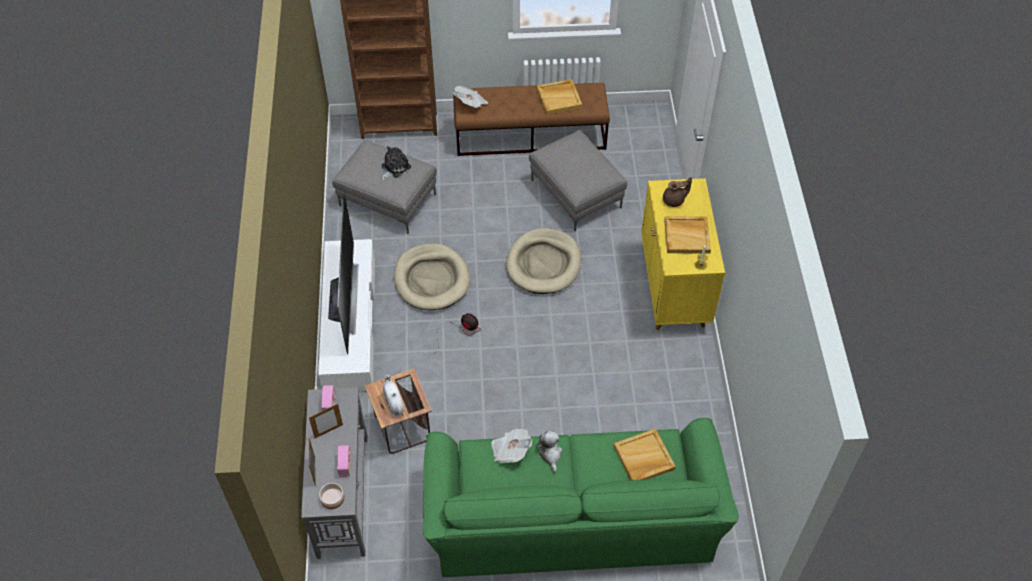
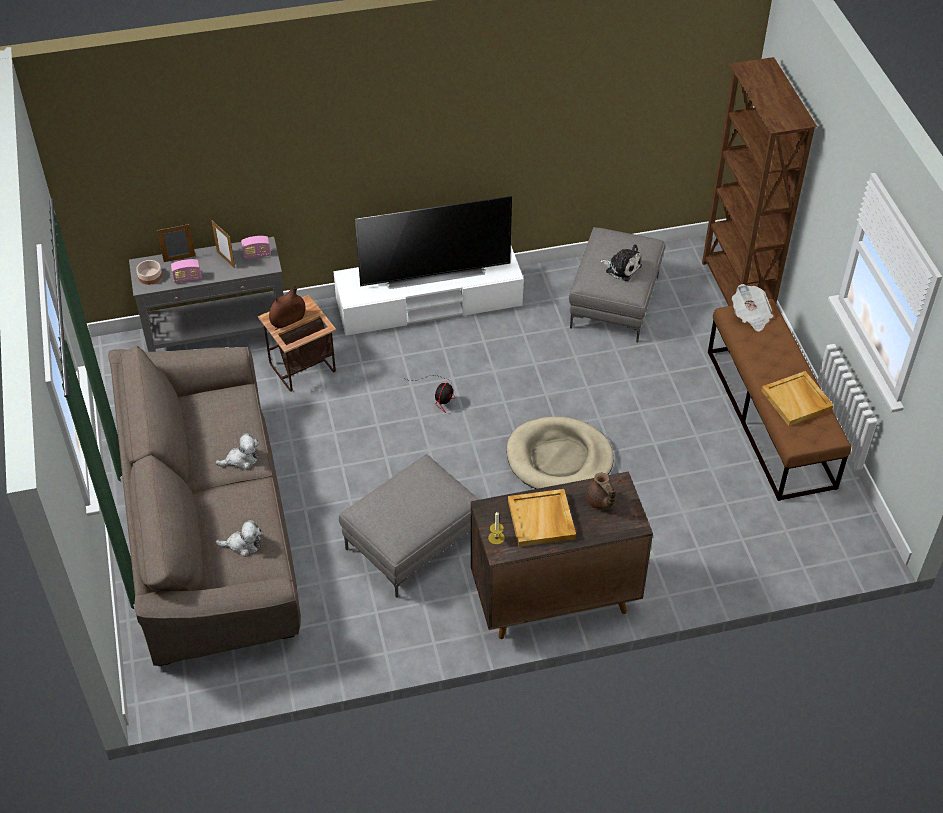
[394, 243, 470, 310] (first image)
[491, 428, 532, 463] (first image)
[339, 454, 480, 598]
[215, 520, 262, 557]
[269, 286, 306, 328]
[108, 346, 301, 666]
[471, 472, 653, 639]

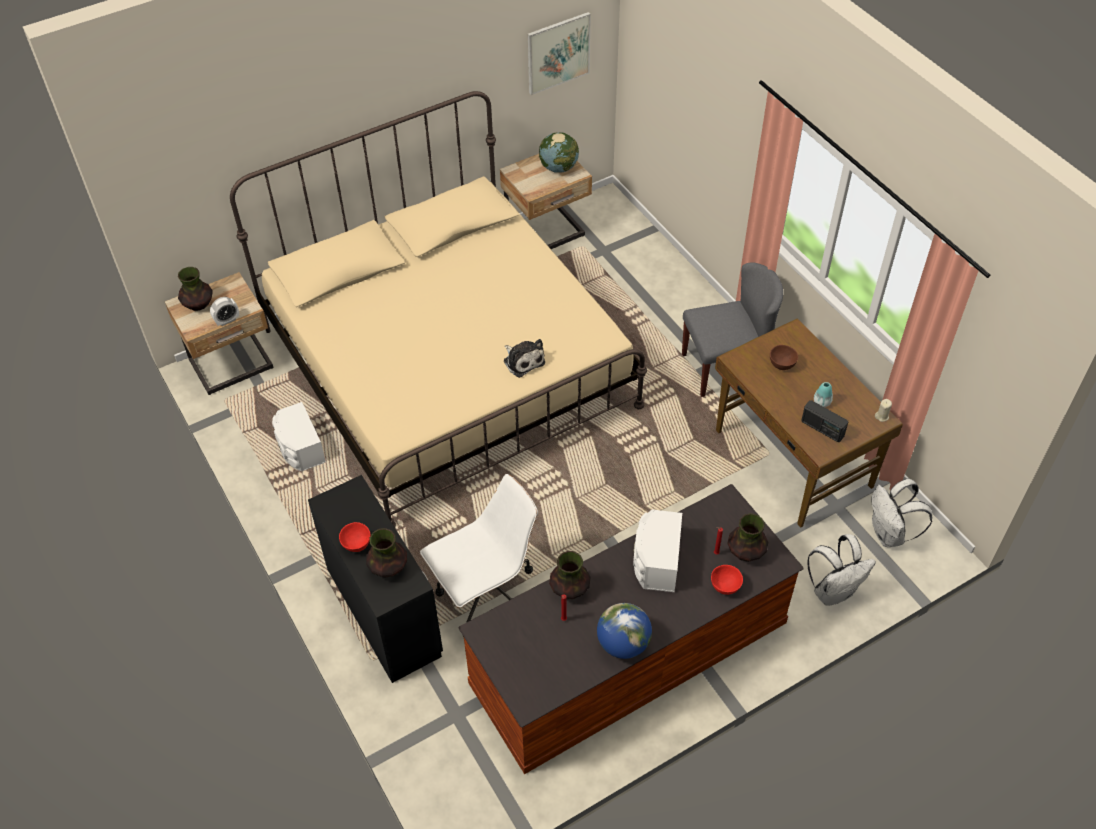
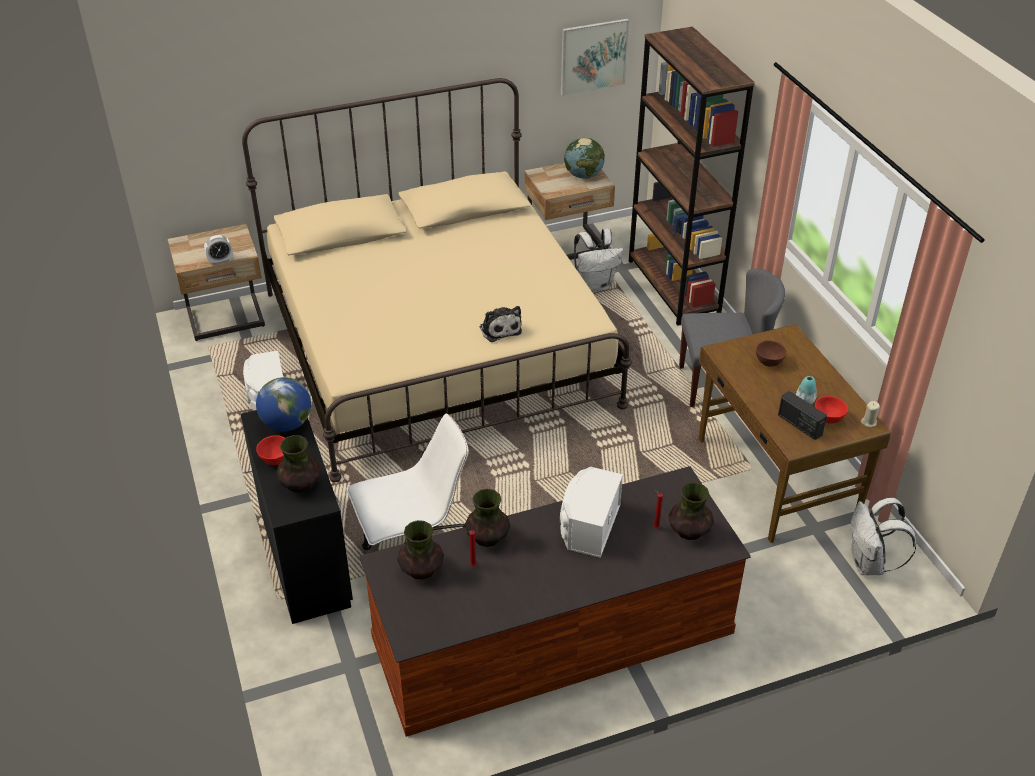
[629, 26, 755, 326]
[397, 520, 444, 580]
[256, 377, 311, 431]
[815, 396, 848, 424]
[574, 229, 624, 292]

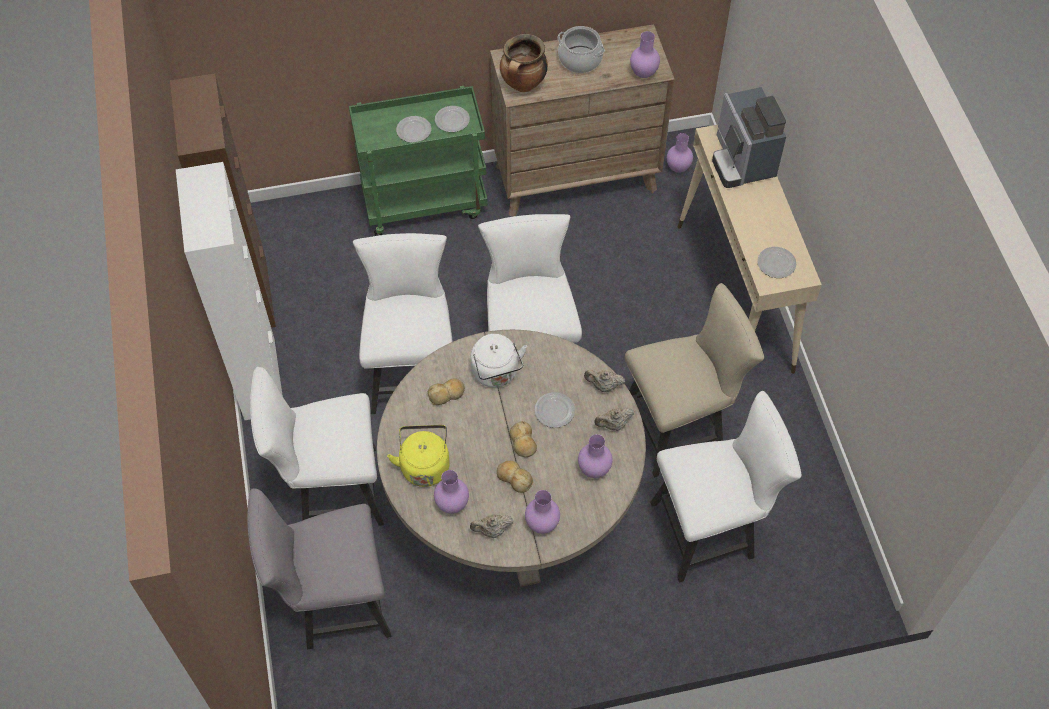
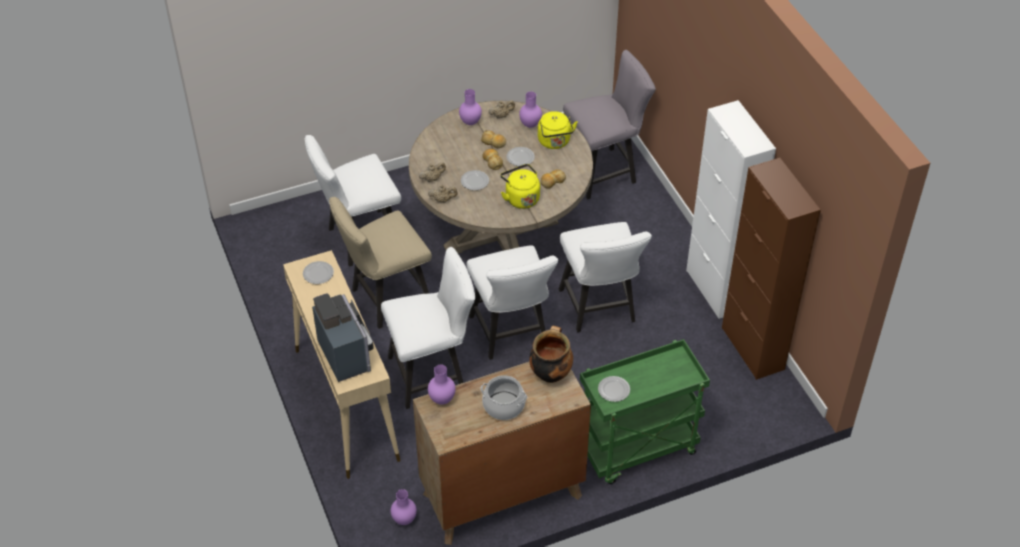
[578, 434, 613, 478] (first image)
[381, 247, 475, 409]
[507, 147, 535, 166]
[500, 164, 540, 209]

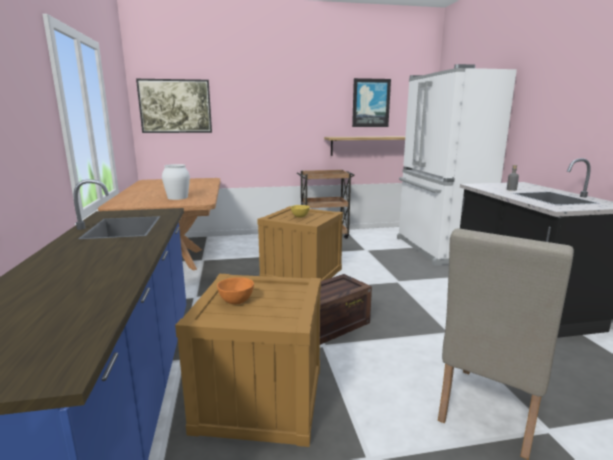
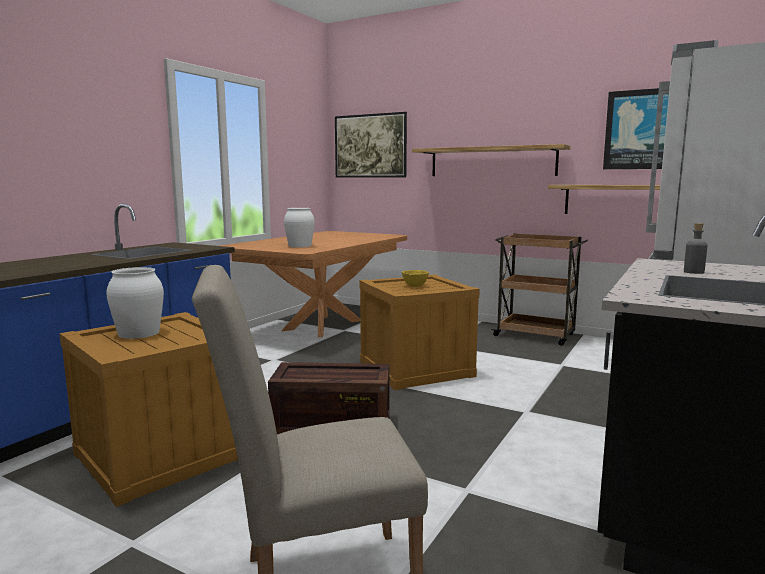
[412, 144, 571, 176]
[106, 267, 164, 339]

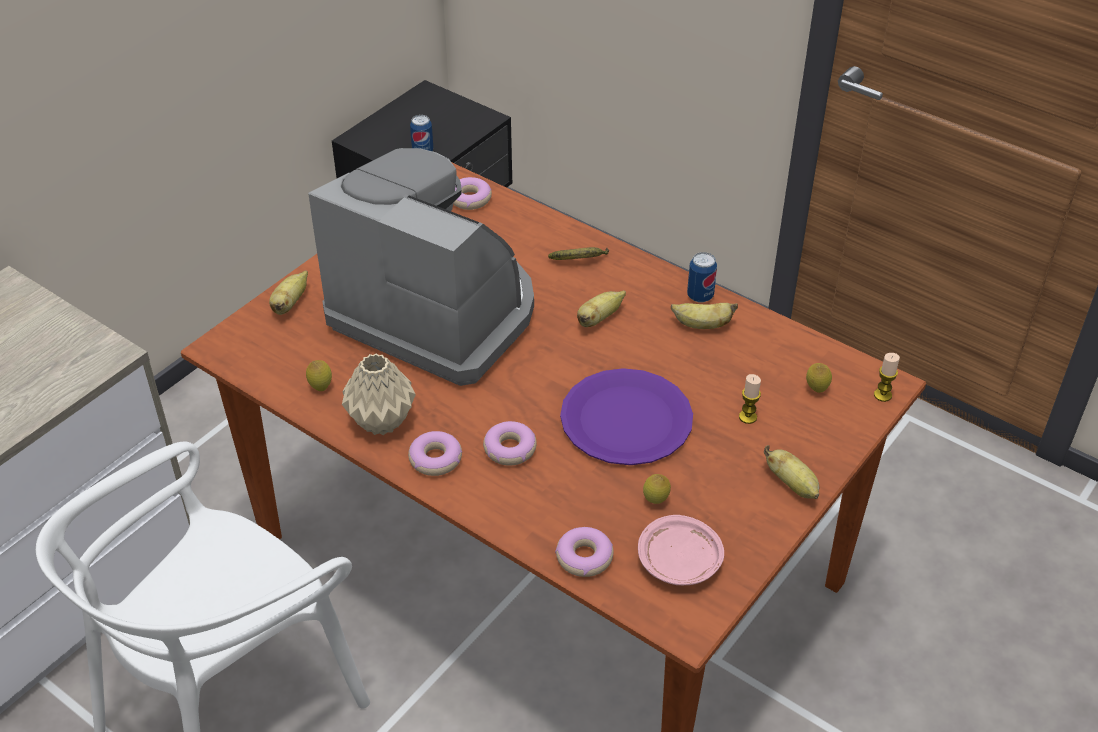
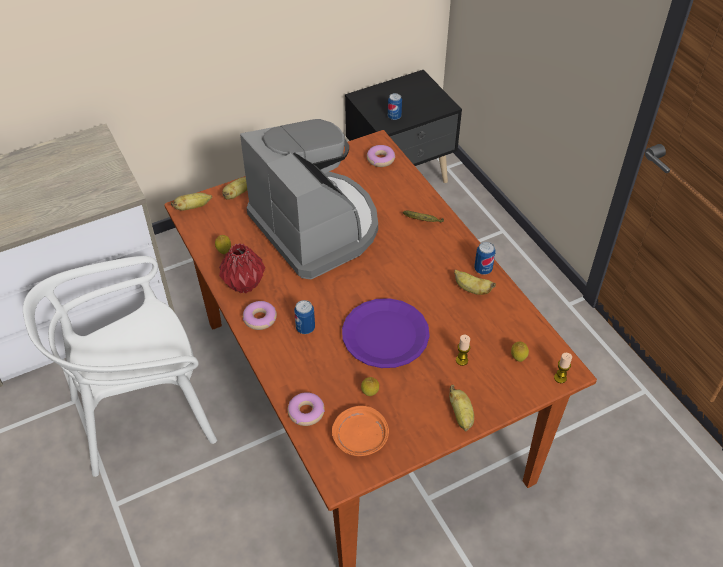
[171, 193, 212, 211]
[294, 300, 315, 334]
[219, 243, 265, 293]
[332, 406, 389, 456]

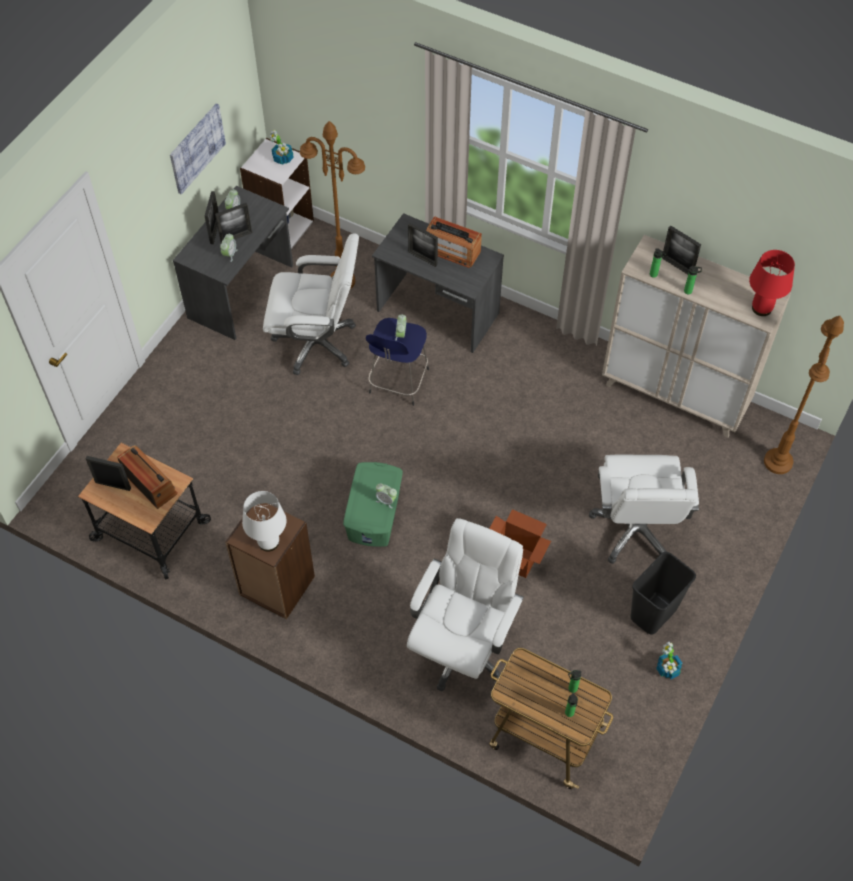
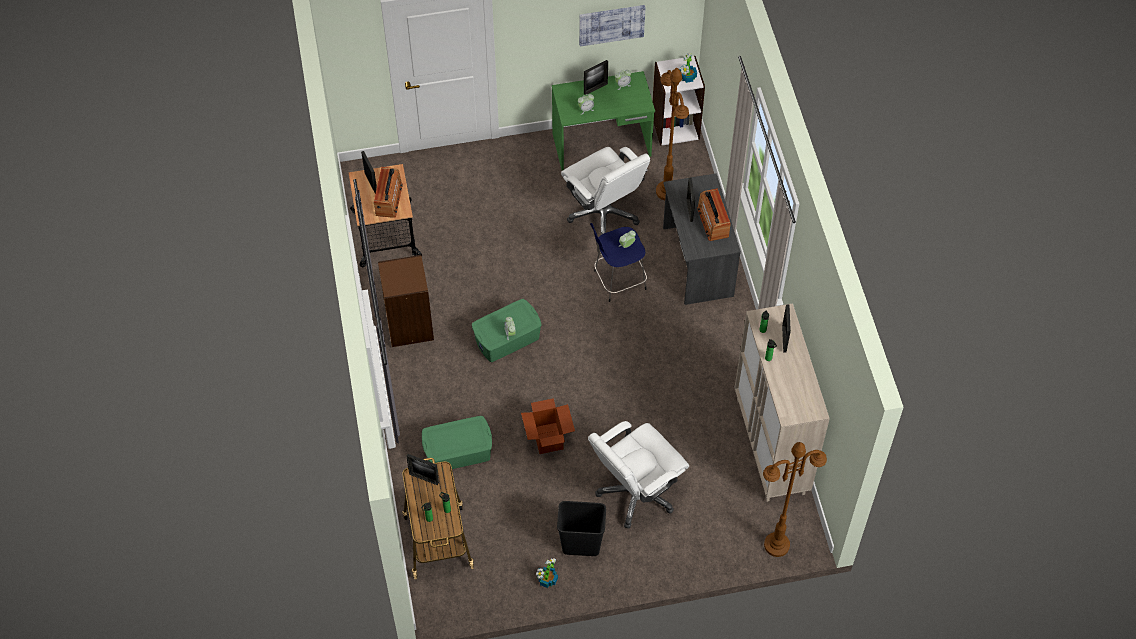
[242, 491, 287, 552] (first image)
[749, 250, 795, 316] (first image)
[406, 454, 439, 485]
[422, 416, 492, 472]
[552, 71, 655, 170]

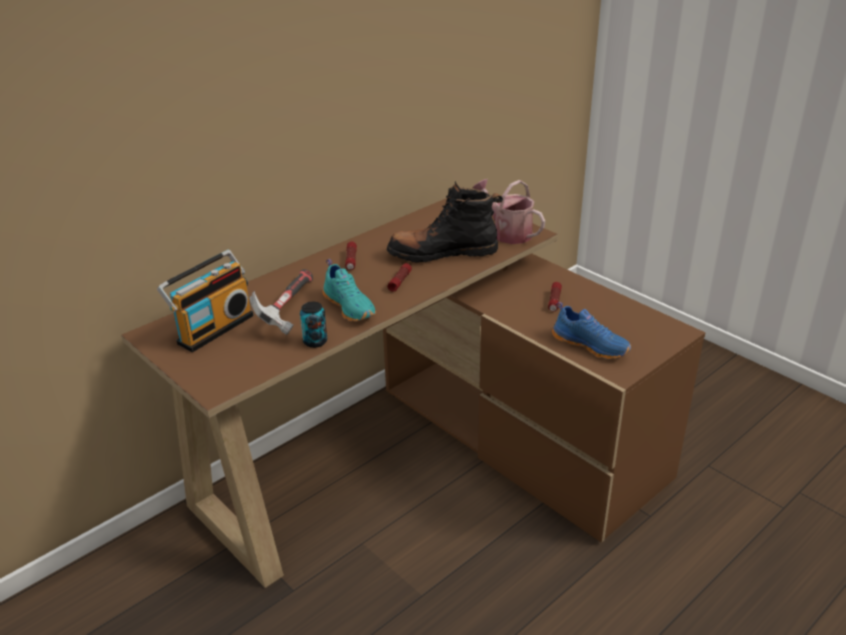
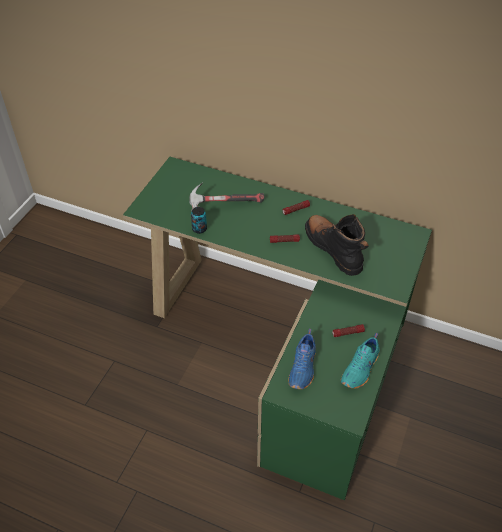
[157, 250, 253, 352] (first image)
[473, 179, 545, 244] (first image)
[341, 333, 380, 389]
[123, 157, 432, 500]

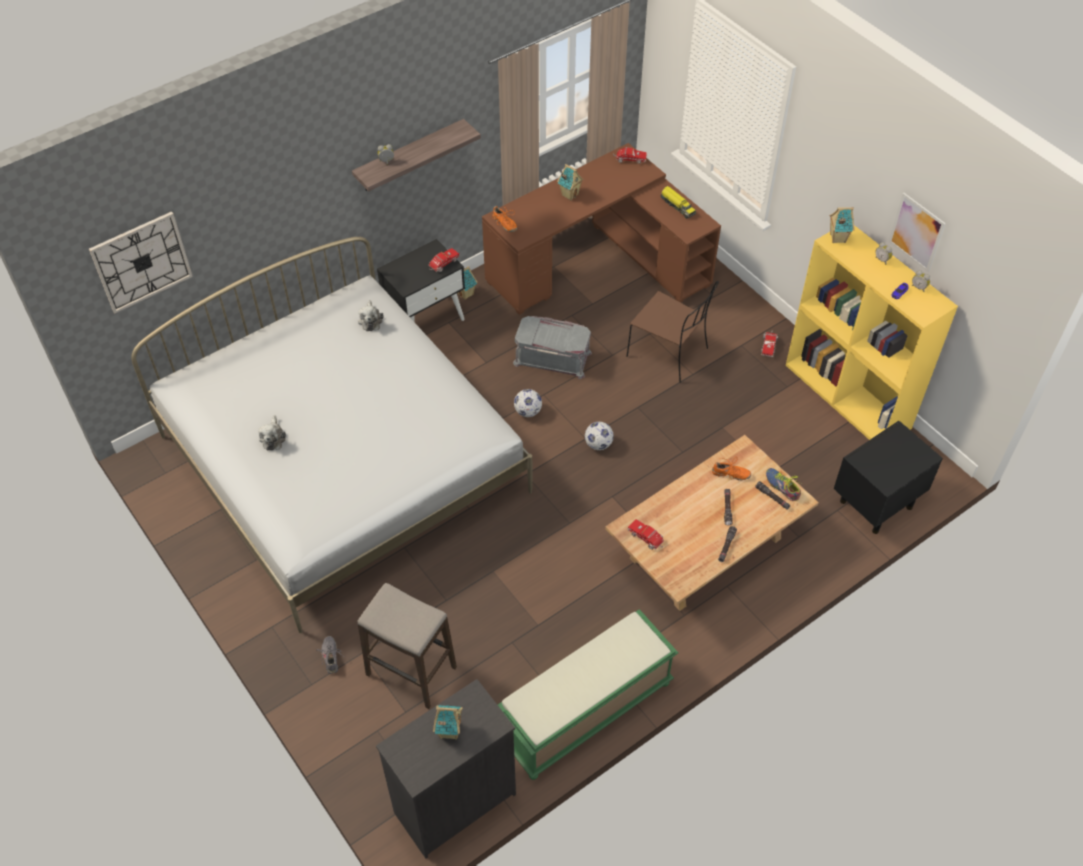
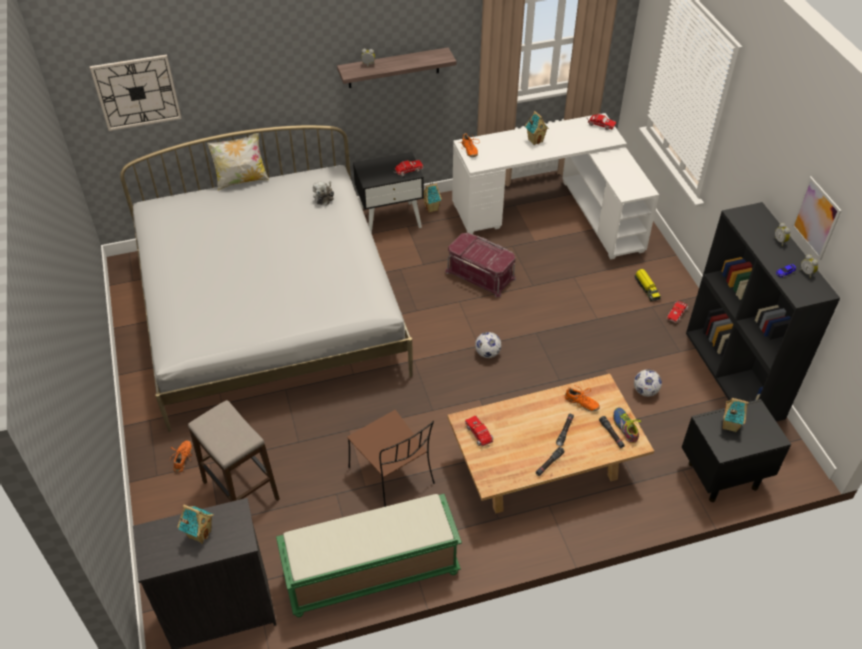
[258, 415, 286, 450] (first image)
[207, 133, 269, 191]
[634, 369, 662, 397]
[347, 410, 435, 507]
[635, 269, 661, 301]
[723, 398, 749, 432]
[169, 440, 192, 472]
[452, 113, 659, 260]
[445, 233, 516, 298]
[686, 202, 840, 422]

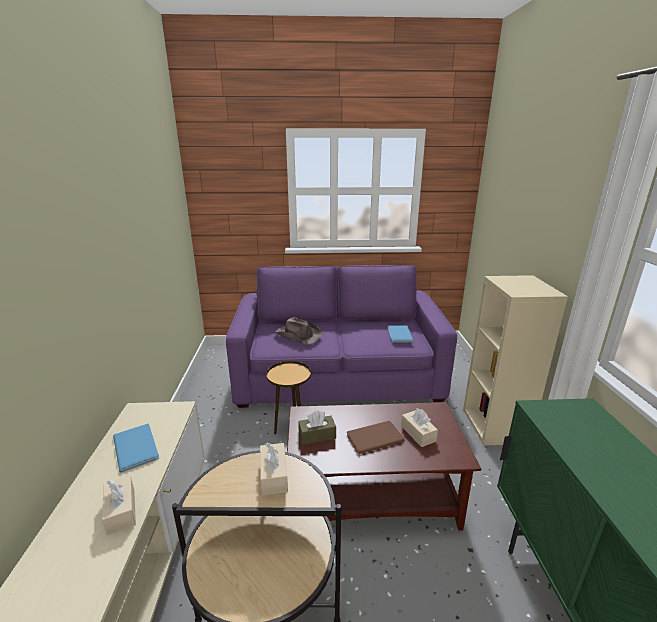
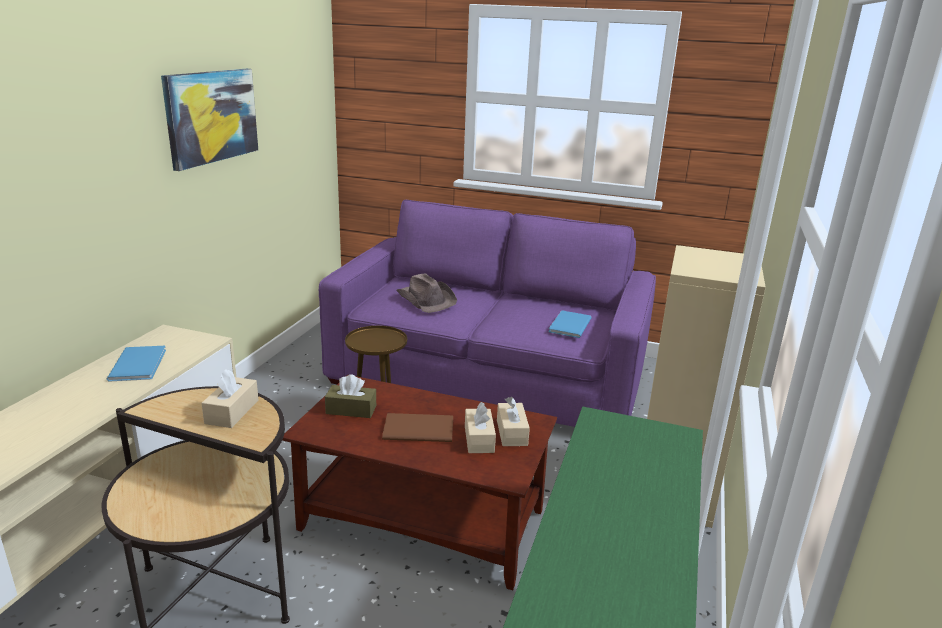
[161, 69, 258, 171]
[497, 397, 530, 446]

